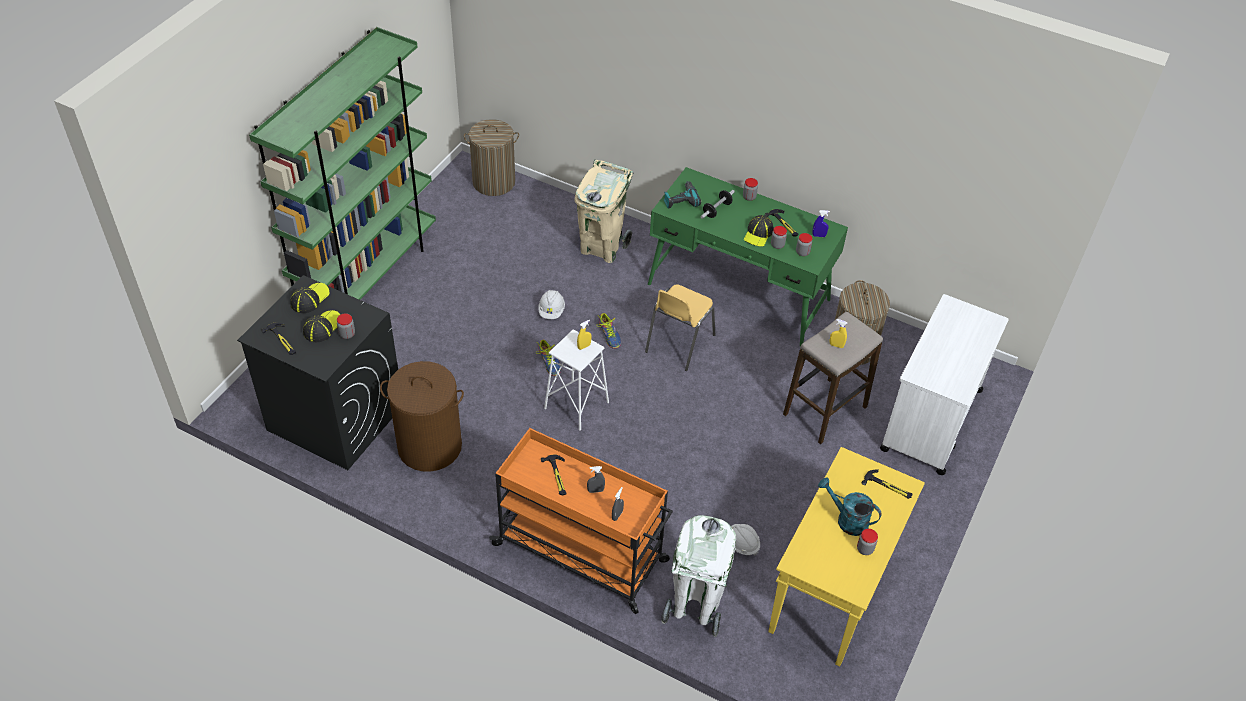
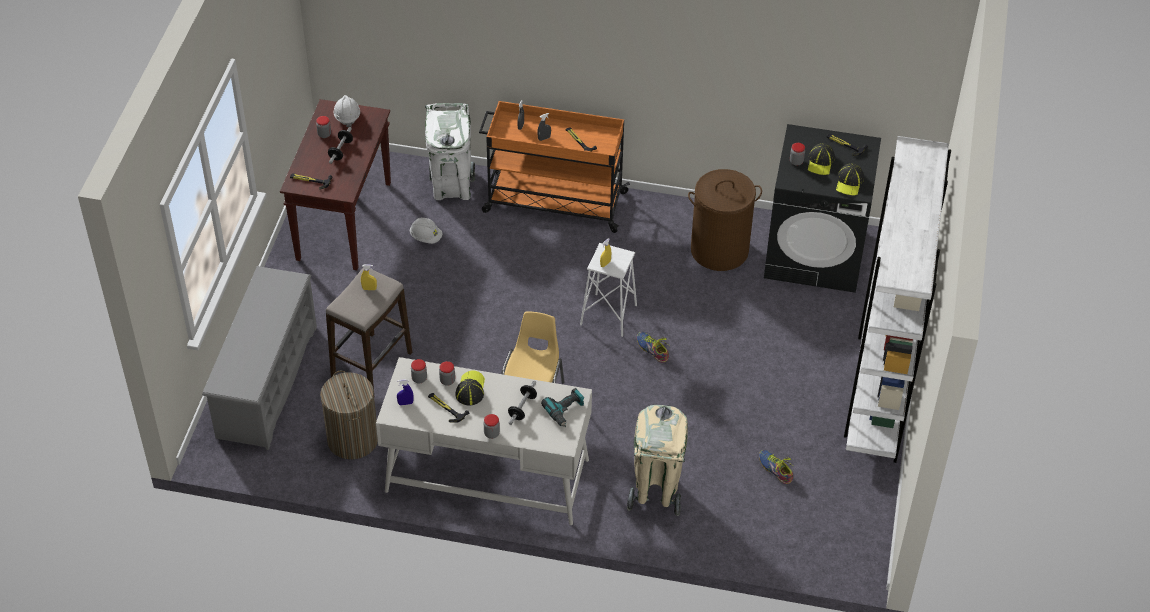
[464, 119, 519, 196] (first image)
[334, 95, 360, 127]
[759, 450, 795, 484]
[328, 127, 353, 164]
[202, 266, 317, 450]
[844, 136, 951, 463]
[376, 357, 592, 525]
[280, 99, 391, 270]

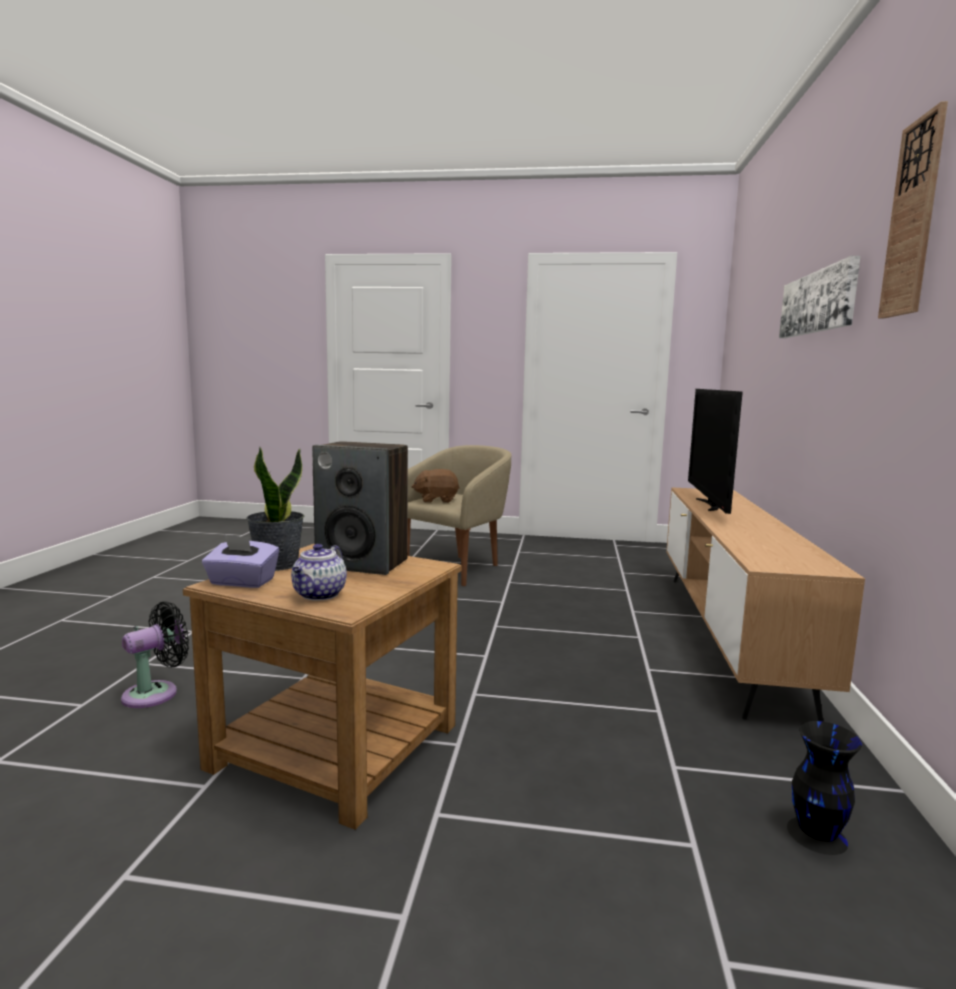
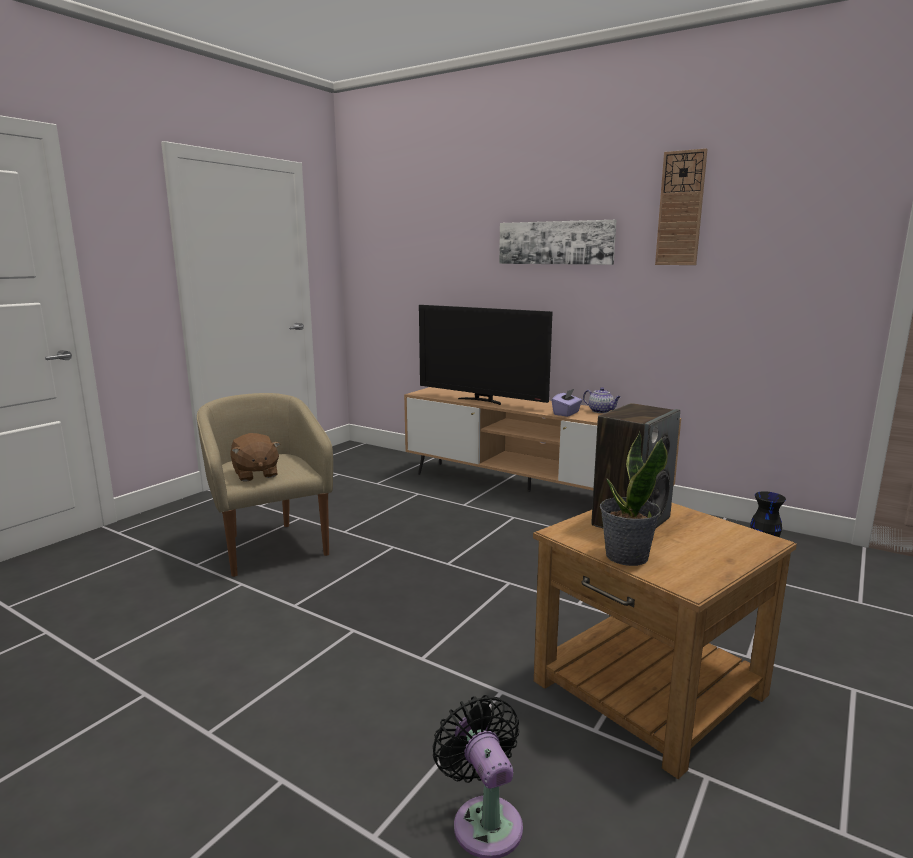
[552, 389, 582, 417]
[583, 387, 621, 413]
[230, 433, 280, 482]

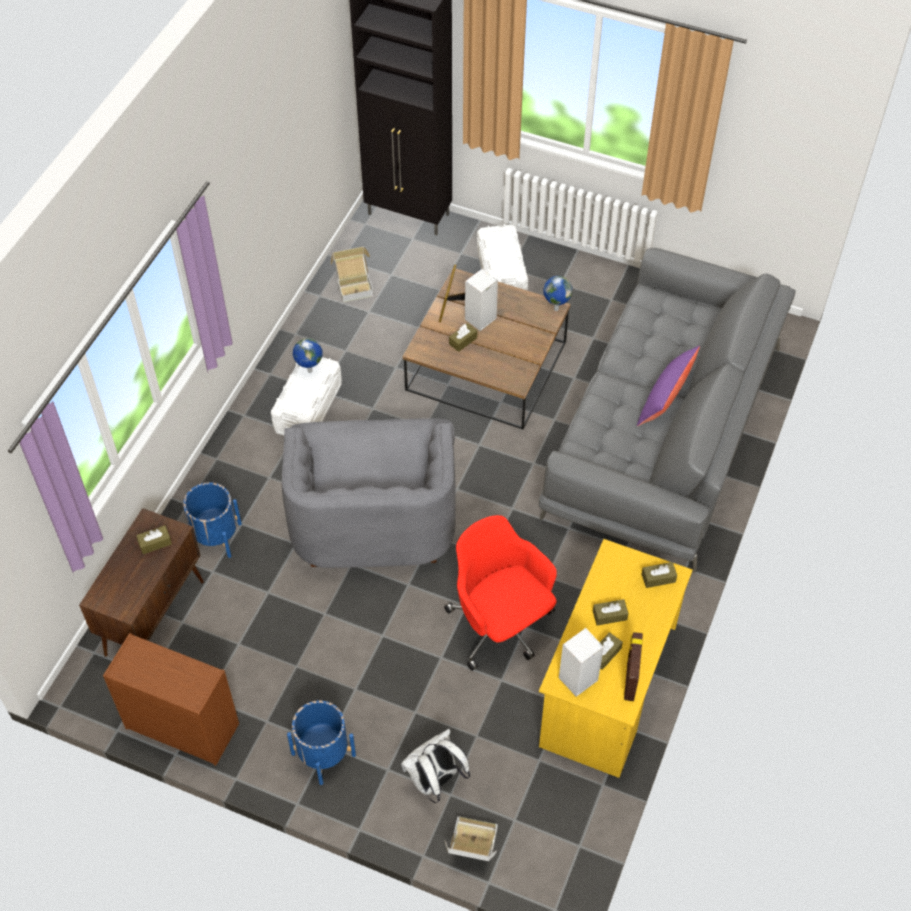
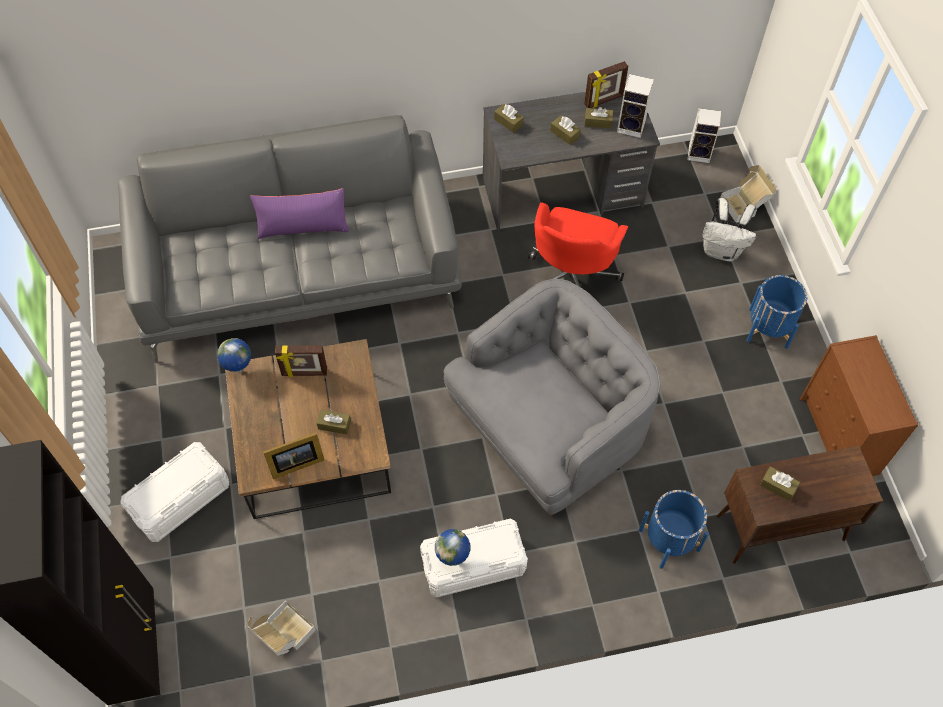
[275, 345, 327, 377]
[688, 108, 721, 163]
[483, 92, 660, 231]

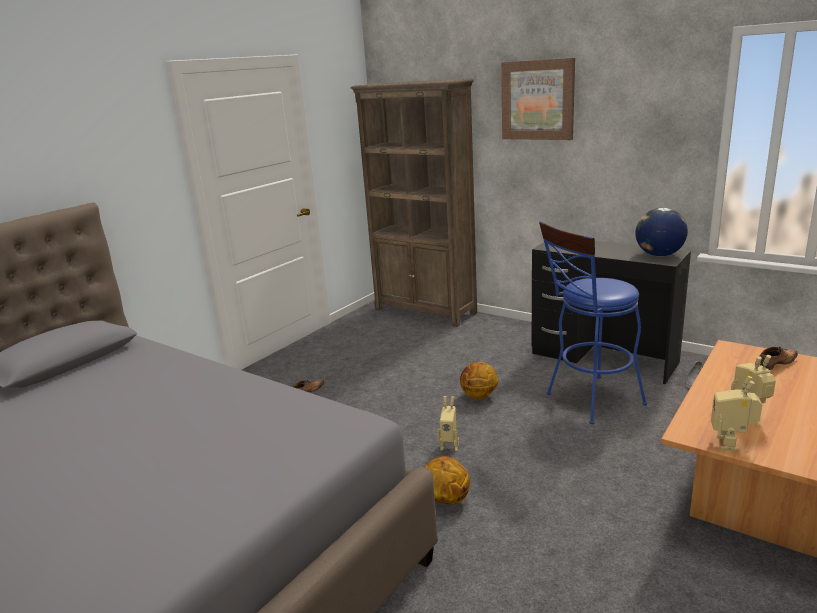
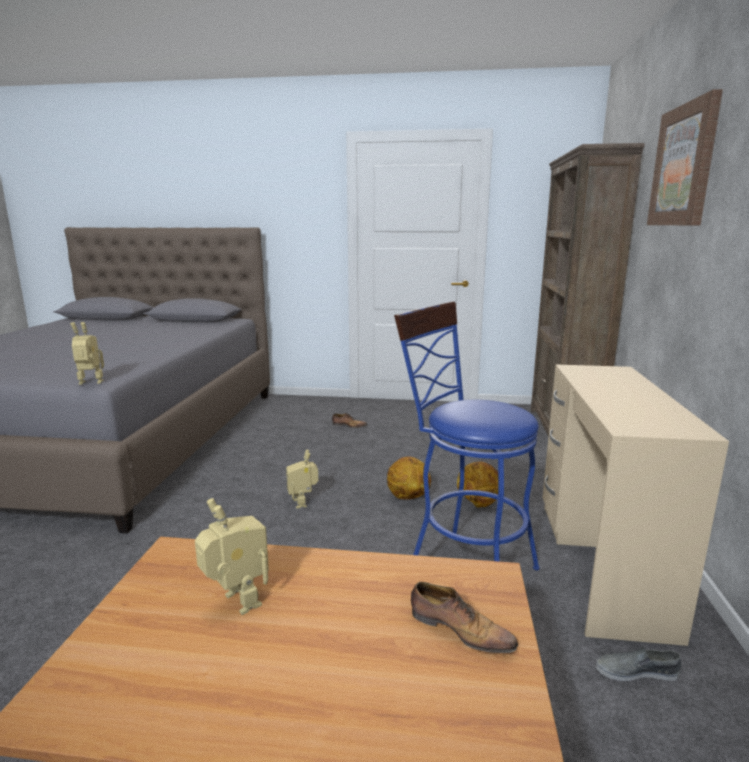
[636, 208, 688, 256] (first image)
[457, 462, 498, 507]
[71, 322, 104, 385]
[542, 365, 729, 646]

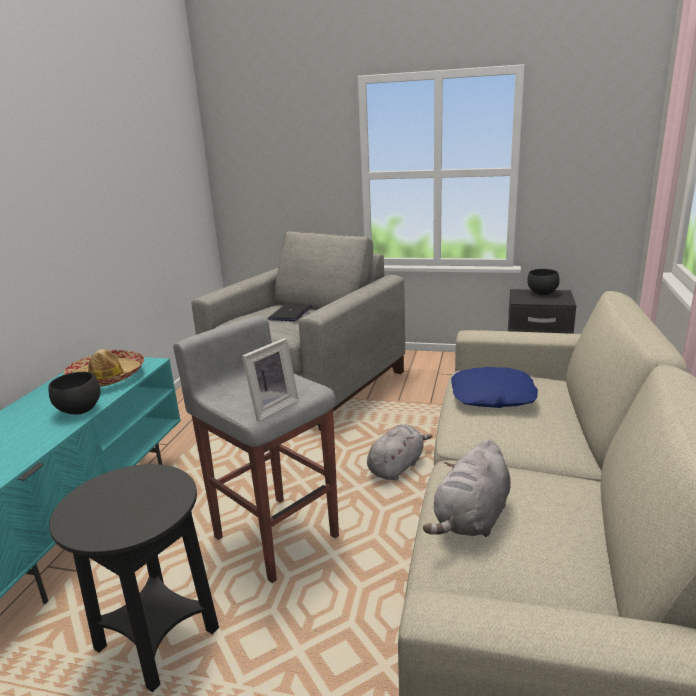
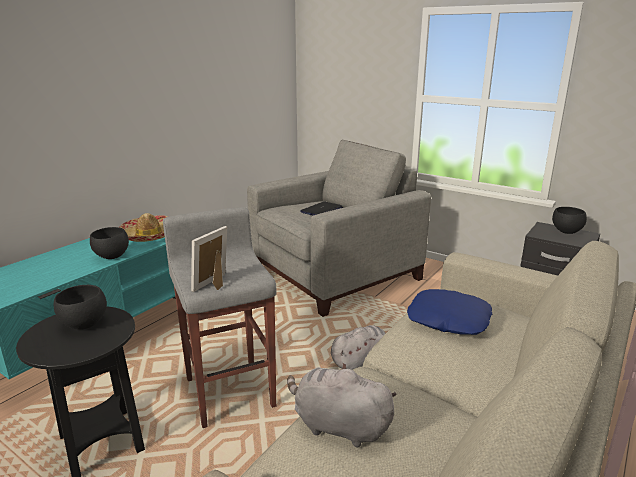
[54, 285, 107, 330]
[191, 226, 227, 292]
[287, 363, 396, 448]

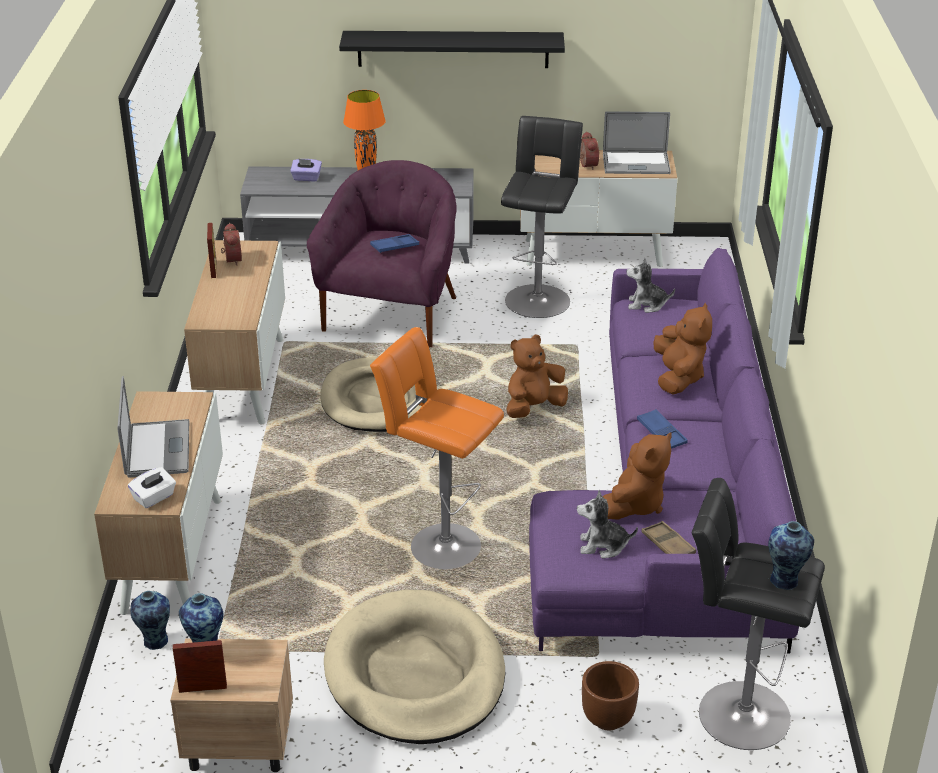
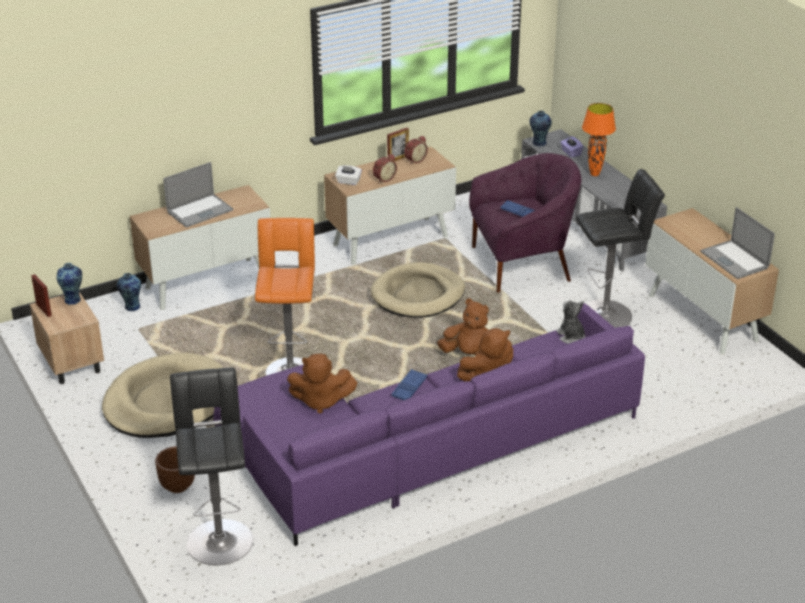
[339, 31, 565, 68] (first image)
[577, 490, 638, 559] (first image)
[641, 521, 696, 554] (first image)
[335, 165, 362, 185]
[373, 154, 397, 183]
[529, 111, 552, 146]

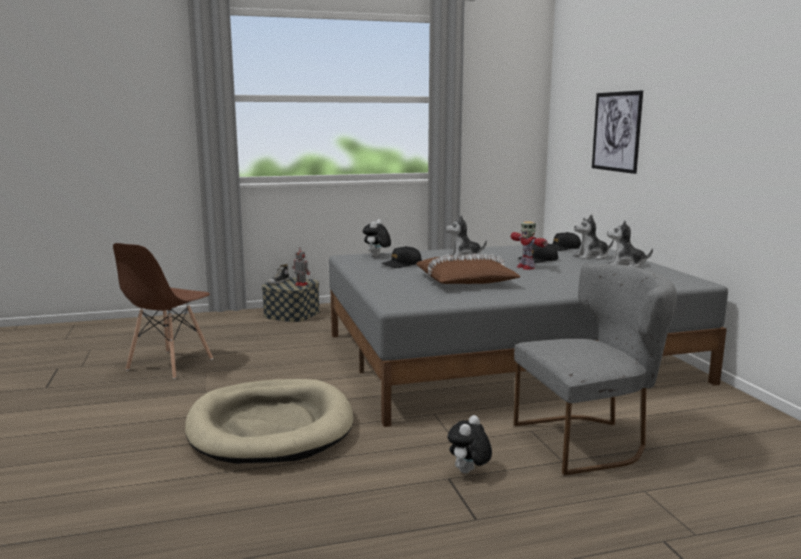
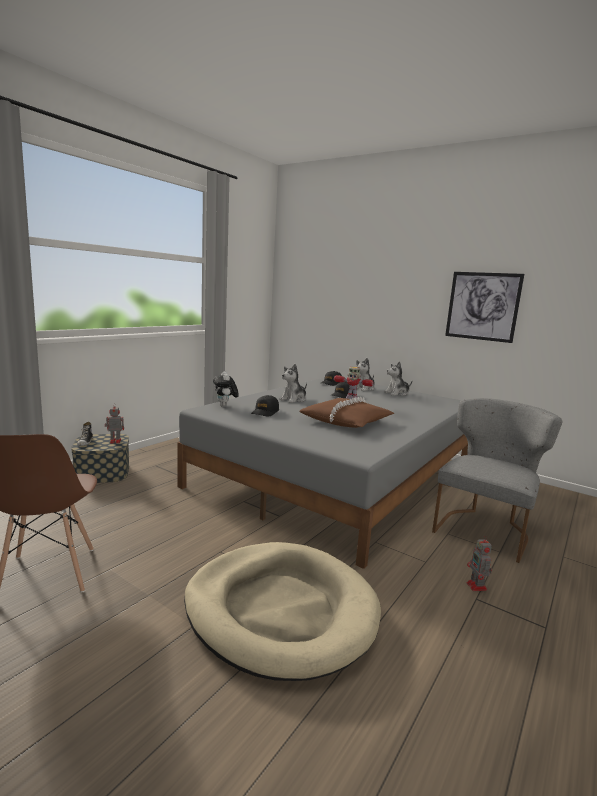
[445, 272, 524, 343]
[466, 535, 492, 591]

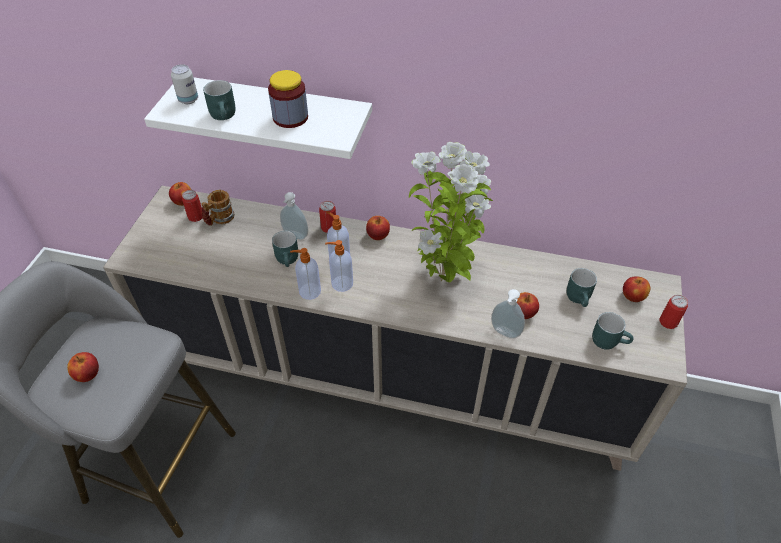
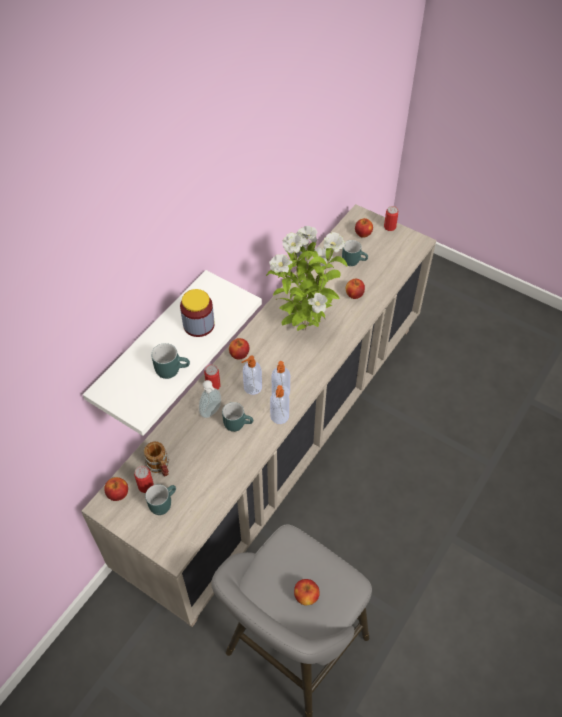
[171, 64, 198, 104] (first image)
[491, 289, 525, 338] (first image)
[145, 484, 176, 515]

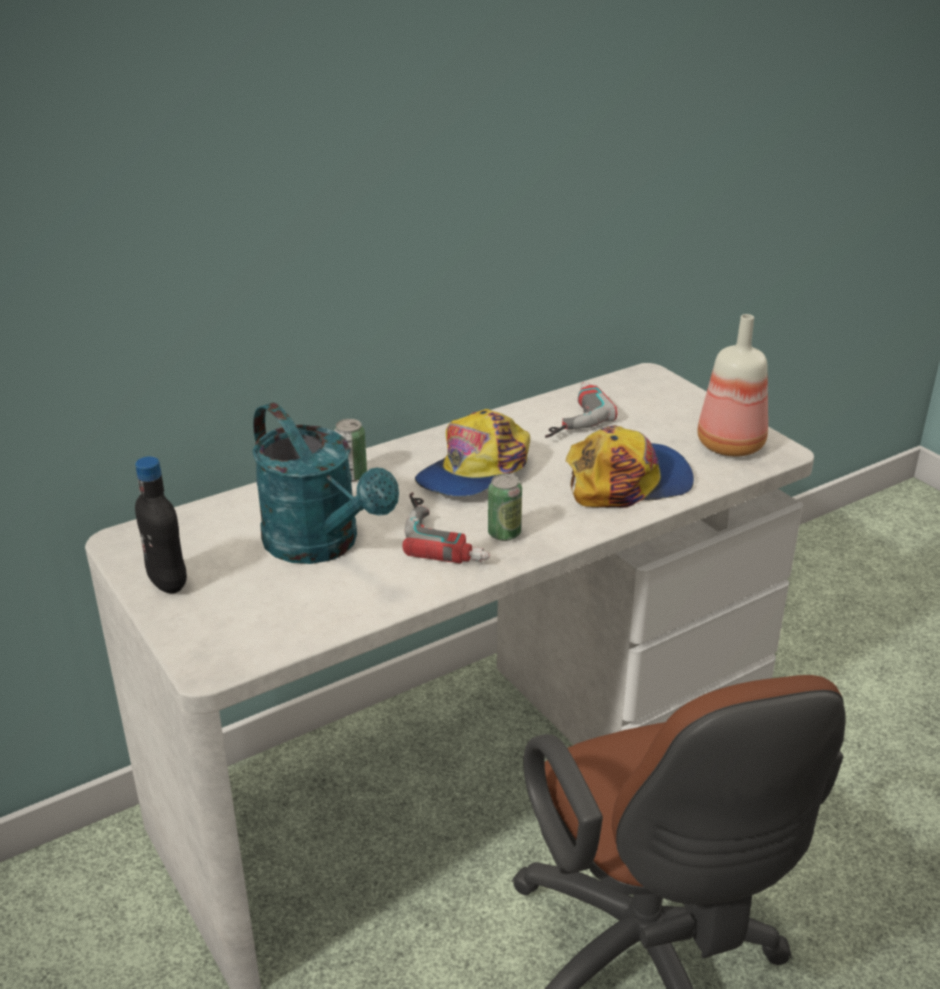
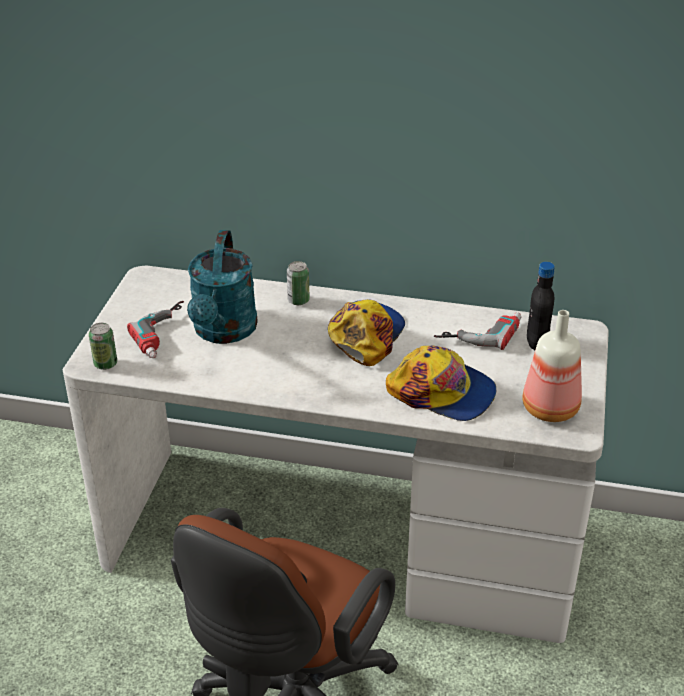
[527, 262, 555, 350]
[127, 301, 184, 358]
[89, 323, 117, 370]
[328, 299, 405, 366]

